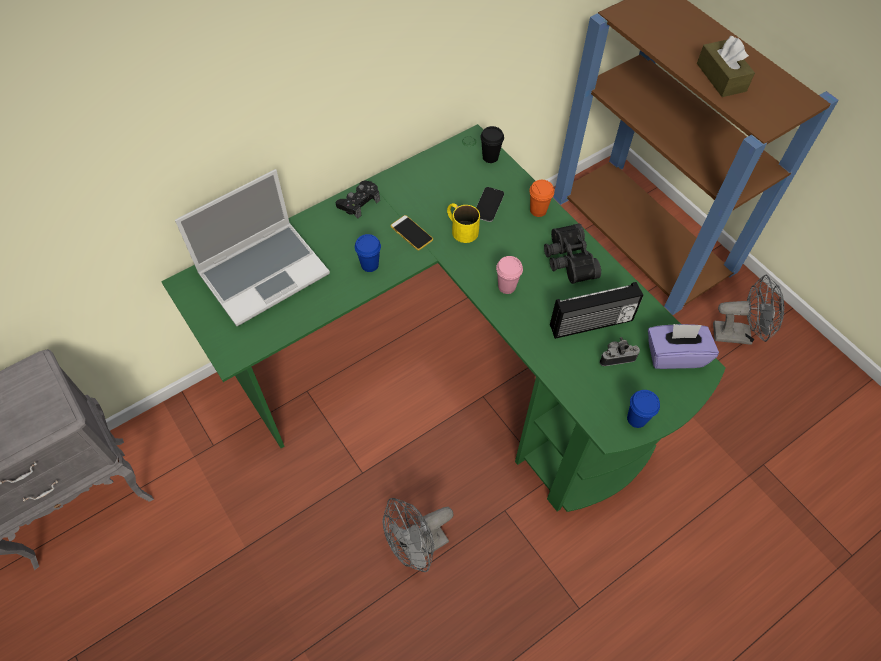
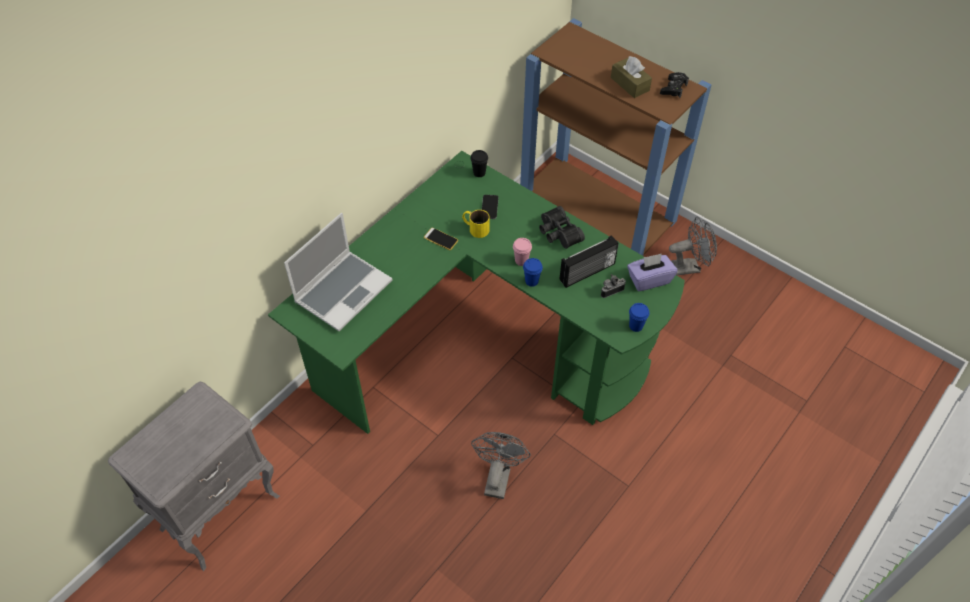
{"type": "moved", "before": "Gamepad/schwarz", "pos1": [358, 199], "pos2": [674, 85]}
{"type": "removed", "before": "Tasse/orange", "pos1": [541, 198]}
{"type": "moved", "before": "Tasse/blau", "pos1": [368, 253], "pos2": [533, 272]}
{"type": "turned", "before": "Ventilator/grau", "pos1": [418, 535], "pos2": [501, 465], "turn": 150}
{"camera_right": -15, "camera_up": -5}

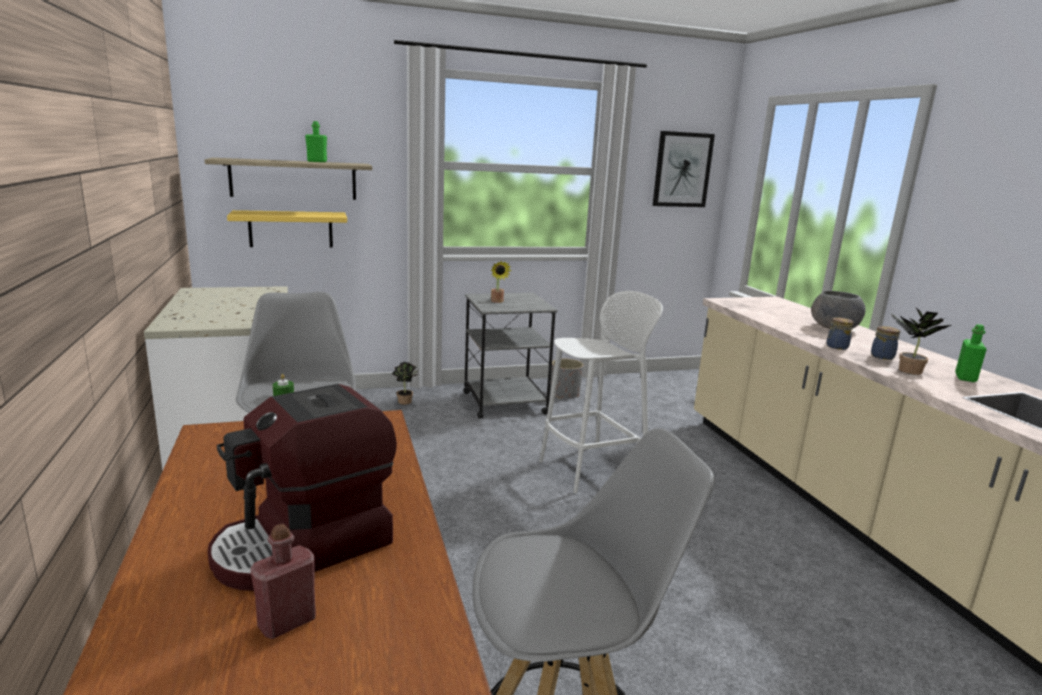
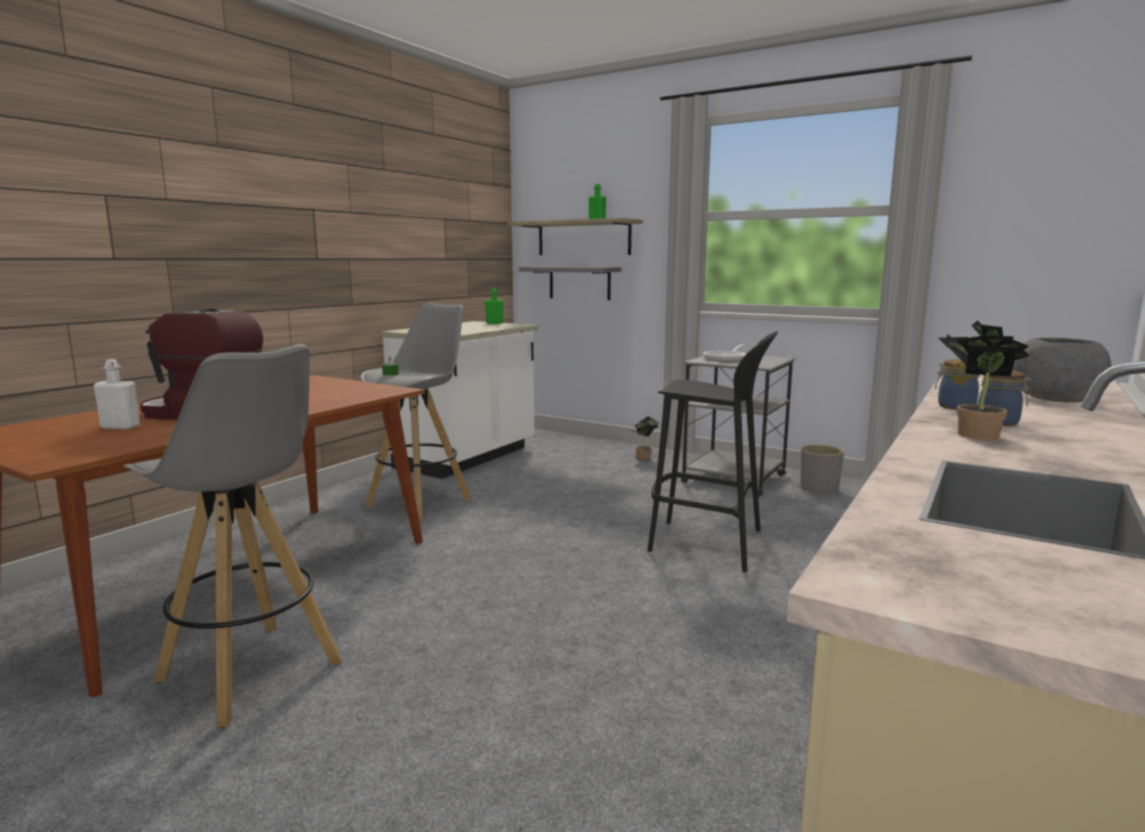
{"type": "removed", "before": "Bild", "pos1": [683, 169]}
{"type": "recoloured", "before": "Wandregal/gelb", "after": "Wandregal/grau", "pos1": [287, 228], "pos2": [570, 283]}
{"type": "replaced", "before": "Topfpflanze", "after": "Pfanne", "pos1": [501, 281], "pos2": [724, 353]}
{"type": "recoloured", "before": "Hocker/weiß", "after": "Hocker/schwarz", "pos1": [601, 392], "pos2": [712, 451]}
{"type": "moved", "before": "Flasche/grün", "pos1": [971, 353], "pos2": [494, 306]}
{"type": "recoloured", "before": "Flasche/rot", "after": "Flasche/weiß", "pos1": [283, 581], "pos2": [117, 394]}
{"camera_right": 50, "camera_up": -5}

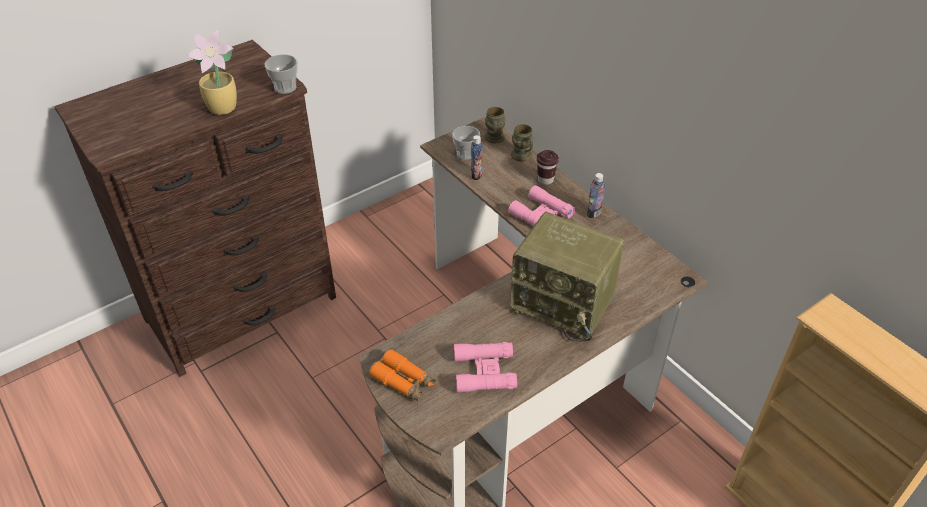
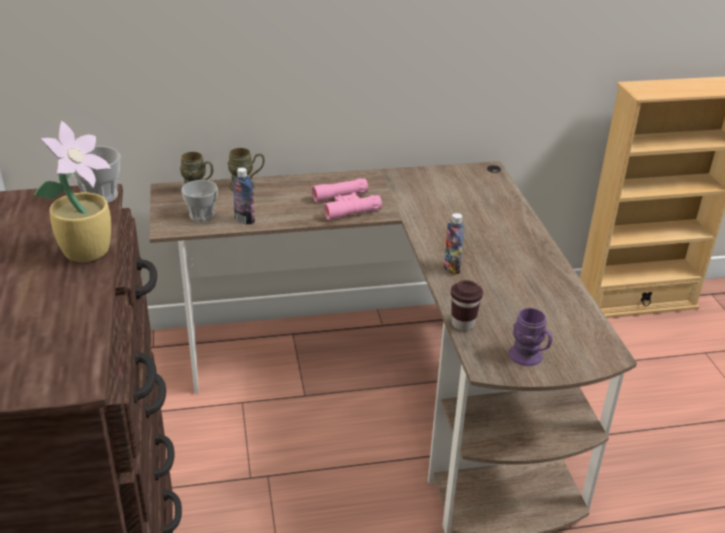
{"type": "moved", "before": "Tasse/braun", "pos1": [548, 167], "pos2": [467, 305]}
{"type": "moved", "before": "Flasche", "pos1": [596, 195], "pos2": [454, 244]}
{"type": "removed", "before": "Radio", "pos1": [567, 277]}
{"type": "removed", "before": "Fernglas/rosa", "pos1": [485, 367]}
{"type": "replaced", "before": "Fernglas/orange", "after": "Henkelbecher/lila", "pos1": [402, 375], "pos2": [530, 337]}
{"camera_right": -65, "camera_up": -10}

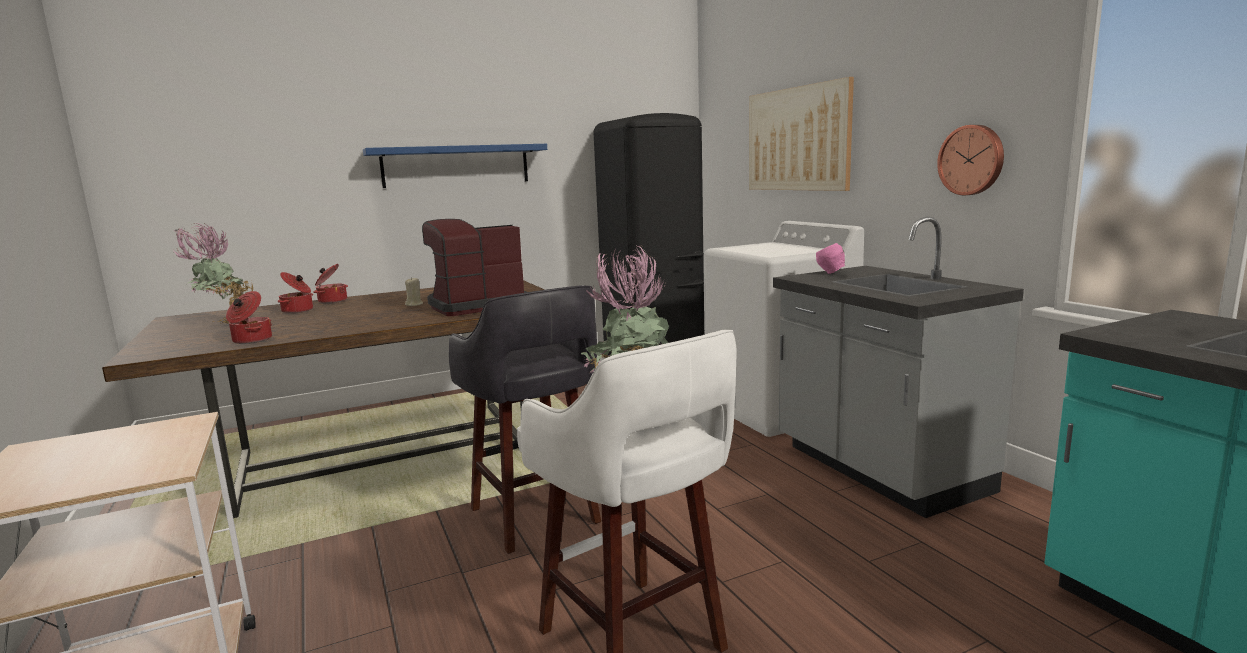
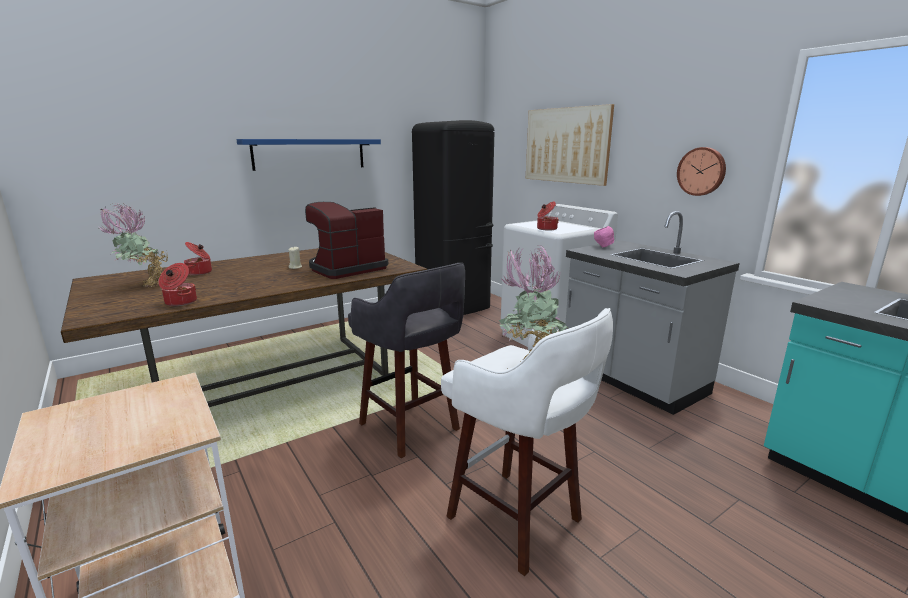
{"type": "moved", "before": "Kochtopf", "pos1": [330, 283], "pos2": [548, 216]}
{"camera_right": -10, "camera_up": 5}

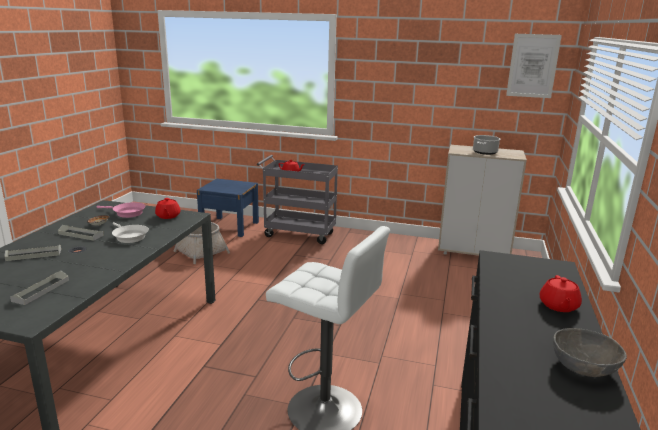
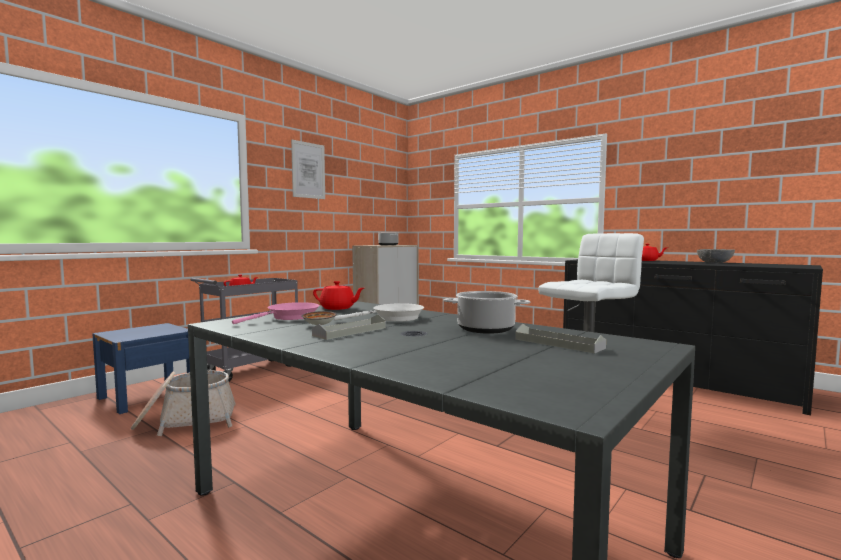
{"type": "moved", "before": "Bild", "pos1": [534, 66], "pos2": [308, 169]}
{"type": "removed", "before": "Tablett/grau", "pos1": [32, 253]}
{"type": "added", "after": "Kochtopf", "pos2": [487, 312]}
{"camera_right": -65, "camera_up": -15}

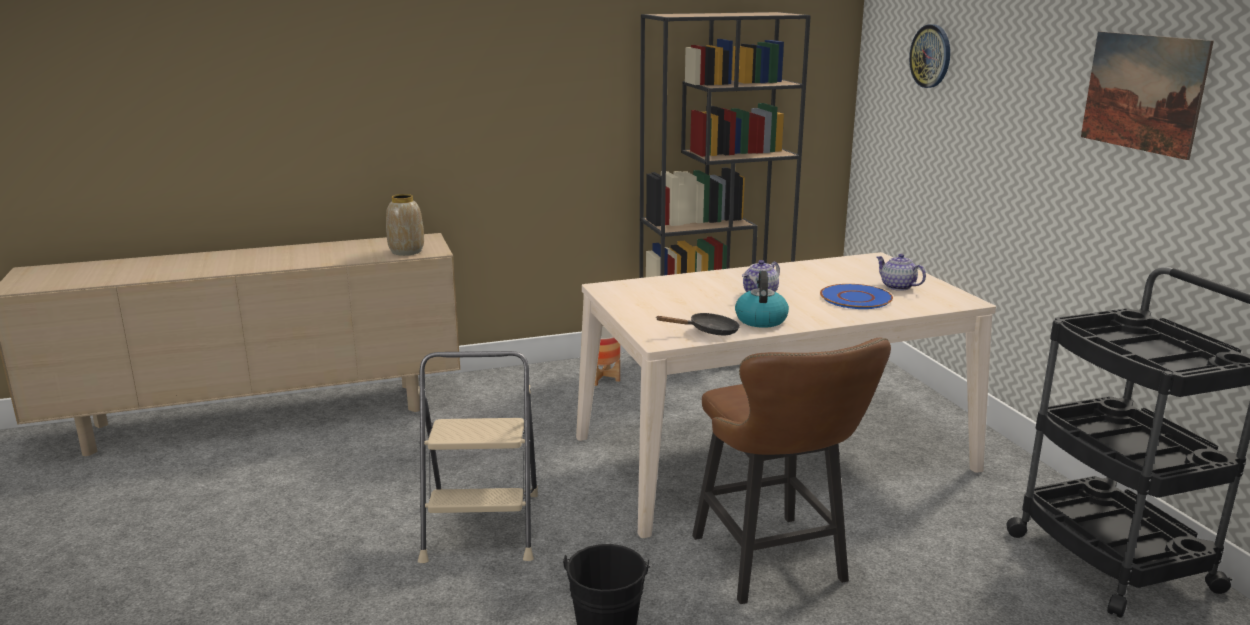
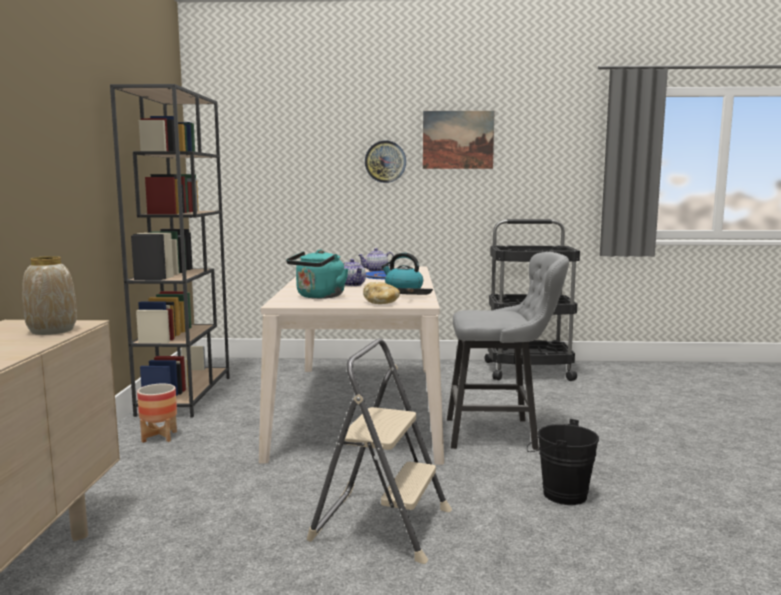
{"type": "moved", "before": "Wanduhr", "pos1": [929, 56], "pos2": [385, 162]}
{"type": "recoloured", "before": "Hocker/braun", "after": "Hocker/grau", "pos1": [791, 471], "pos2": [508, 351]}
{"type": "added", "after": "Wasserkessel/türkis", "pos2": [317, 274]}
{"type": "added", "after": "Brot", "pos2": [381, 293]}
{"camera_right": -70, "camera_up": -10}

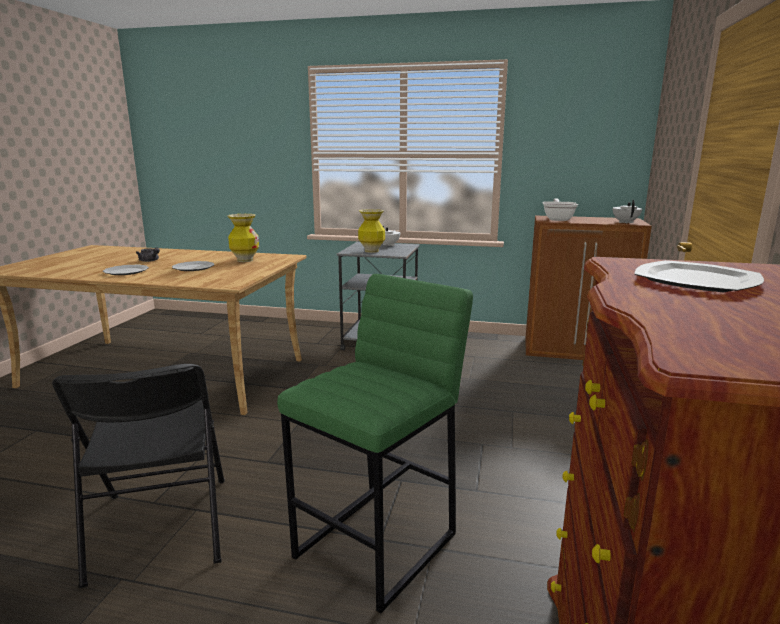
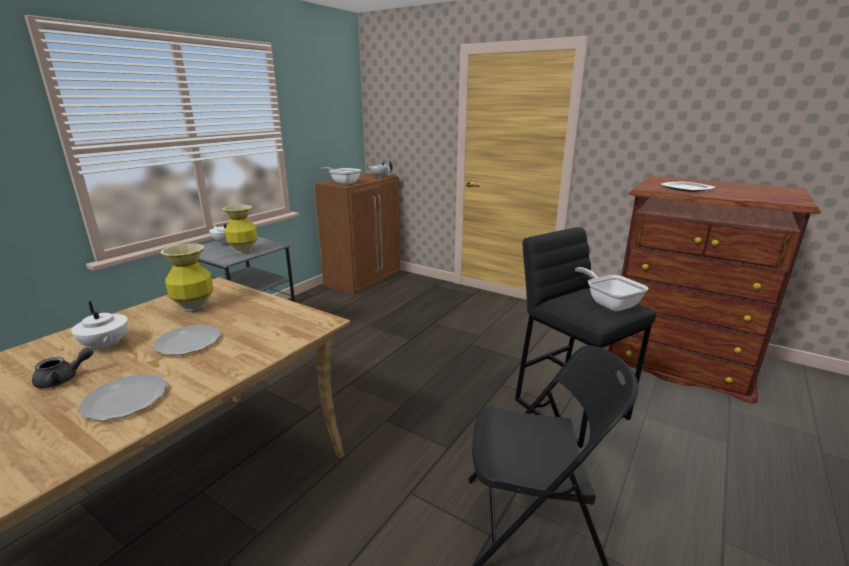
{"type": "recoloured", "before": "Hocker/grün", "after": "Hocker/schwarz", "pos1": [375, 443], "pos2": [585, 337]}
{"type": "added", "after": "Pfanne", "pos2": [611, 289]}
{"type": "added", "after": "Teekanne/weiß", "pos2": [99, 326]}
{"camera_right": -70, "camera_up": 5}

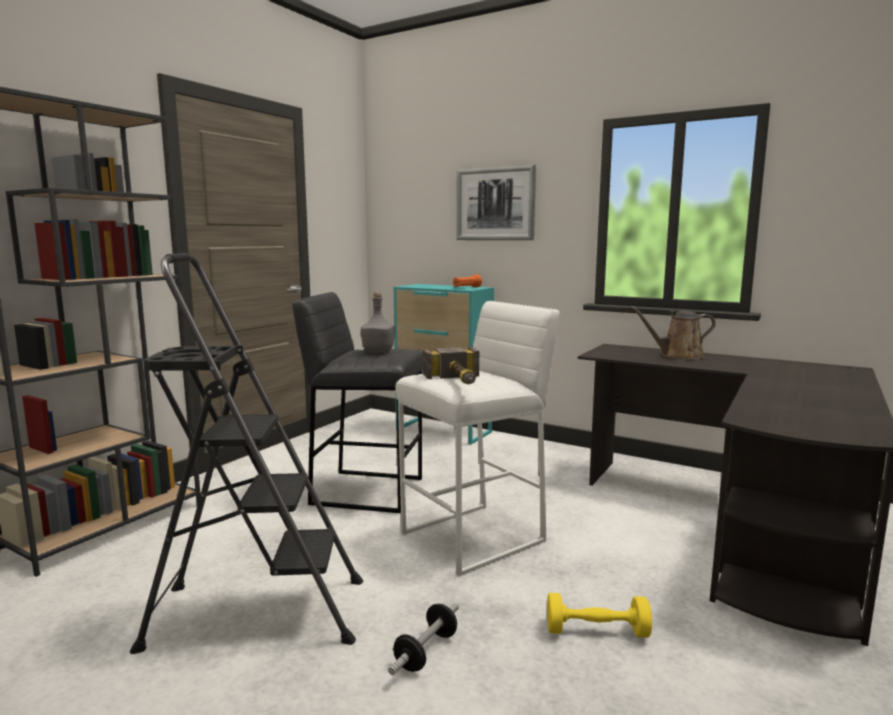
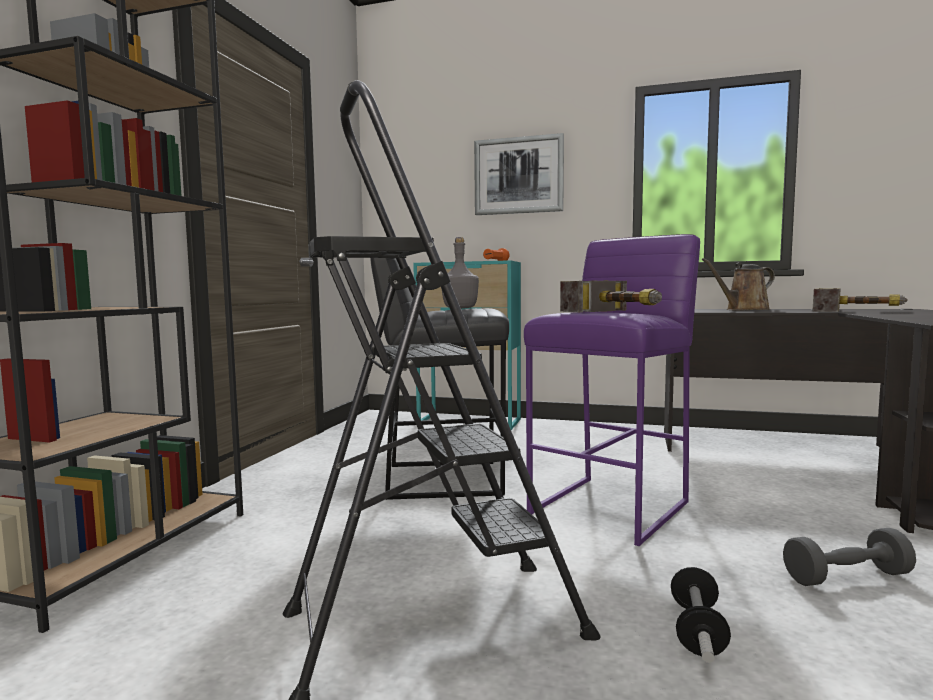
{"type": "recoloured", "before": "Hocker/weiß", "after": "Hocker/lila", "pos1": [477, 438], "pos2": [612, 390]}
{"type": "recoloured", "before": "Hantel/gelb", "after": "Hantel/grau", "pos1": [599, 615], "pos2": [849, 557]}
{"type": "added", "after": "Hammer", "pos2": [860, 300]}
{"camera_right": -15, "camera_up": -5}

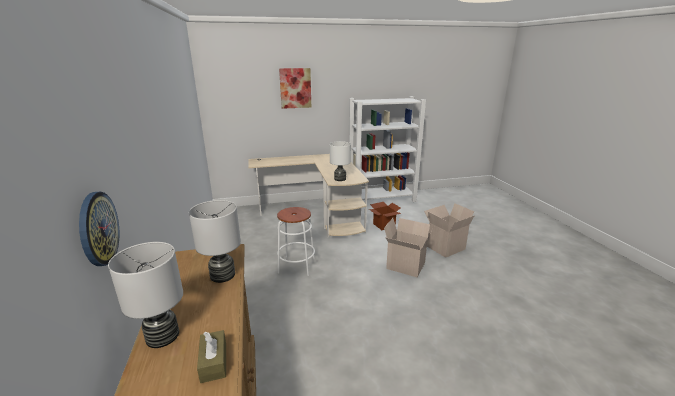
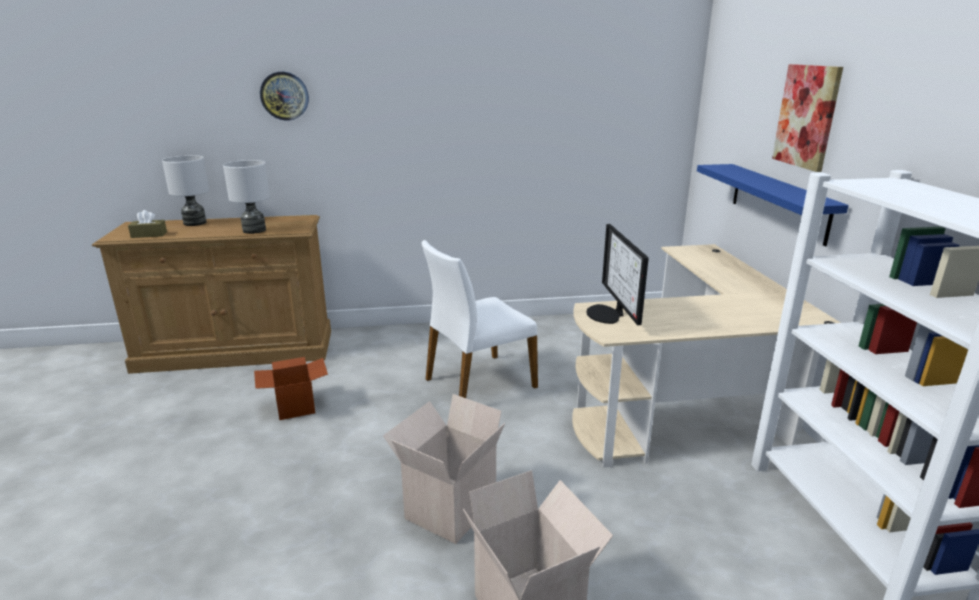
{"type": "replaced", "before": "Tischlampe/weiß", "after": "Monitor", "pos1": [340, 161], "pos2": [618, 274]}
{"type": "moved", "before": "Wanduhr", "pos1": [99, 229], "pos2": [284, 96]}
{"type": "moved", "before": "Karton", "pos1": [385, 216], "pos2": [291, 388]}
{"type": "replaced", "before": "Hocker/weiß", "after": "Stuhl/weiß", "pos1": [296, 241], "pos2": [480, 319]}
{"type": "added", "after": "Wandregal/blau", "pos2": [773, 205]}
{"camera_right": 95, "camera_up": 0}

